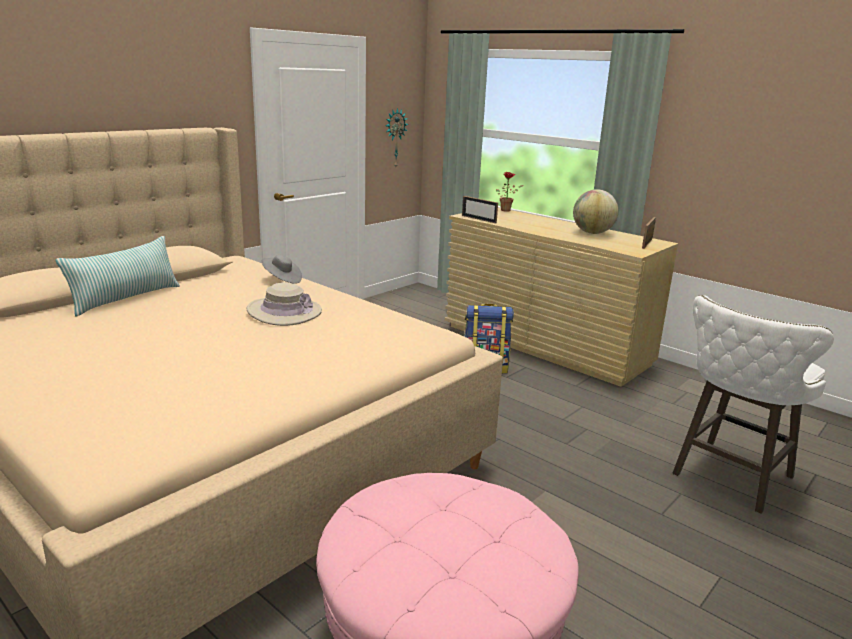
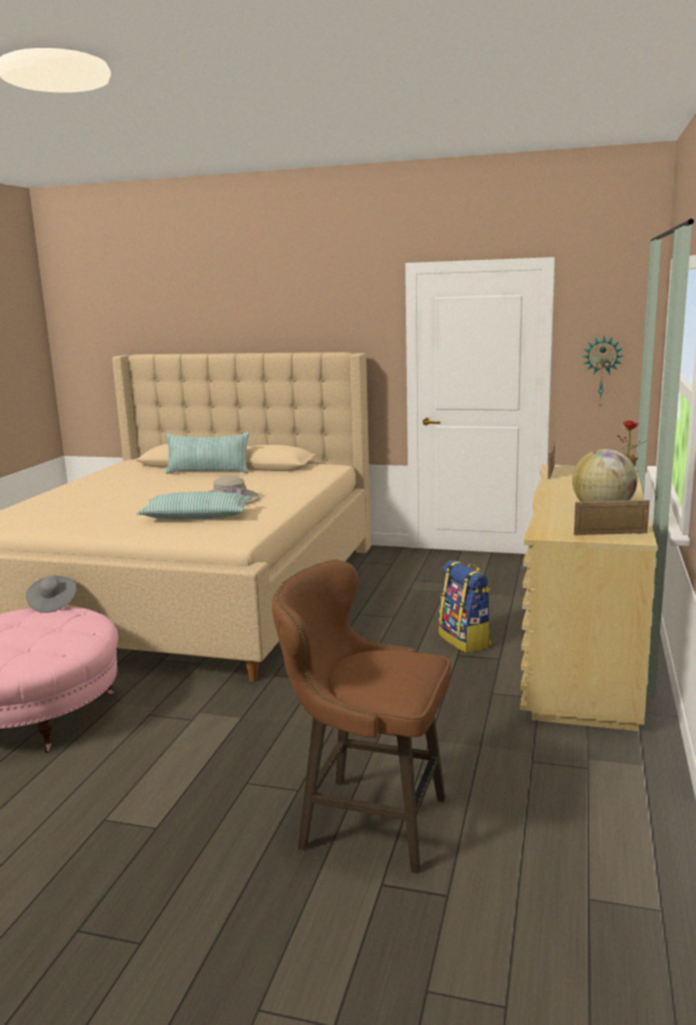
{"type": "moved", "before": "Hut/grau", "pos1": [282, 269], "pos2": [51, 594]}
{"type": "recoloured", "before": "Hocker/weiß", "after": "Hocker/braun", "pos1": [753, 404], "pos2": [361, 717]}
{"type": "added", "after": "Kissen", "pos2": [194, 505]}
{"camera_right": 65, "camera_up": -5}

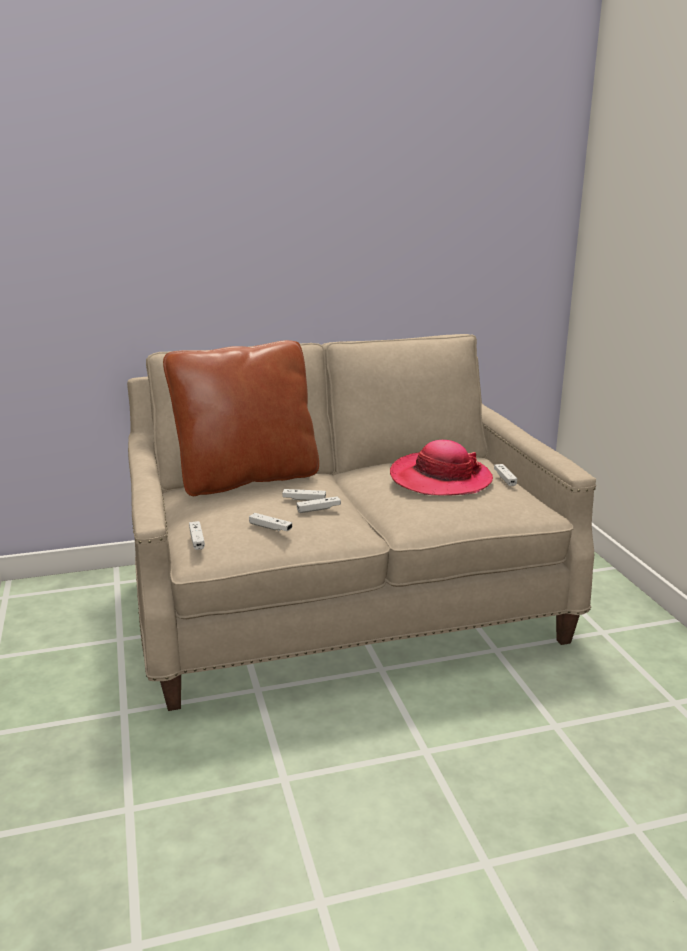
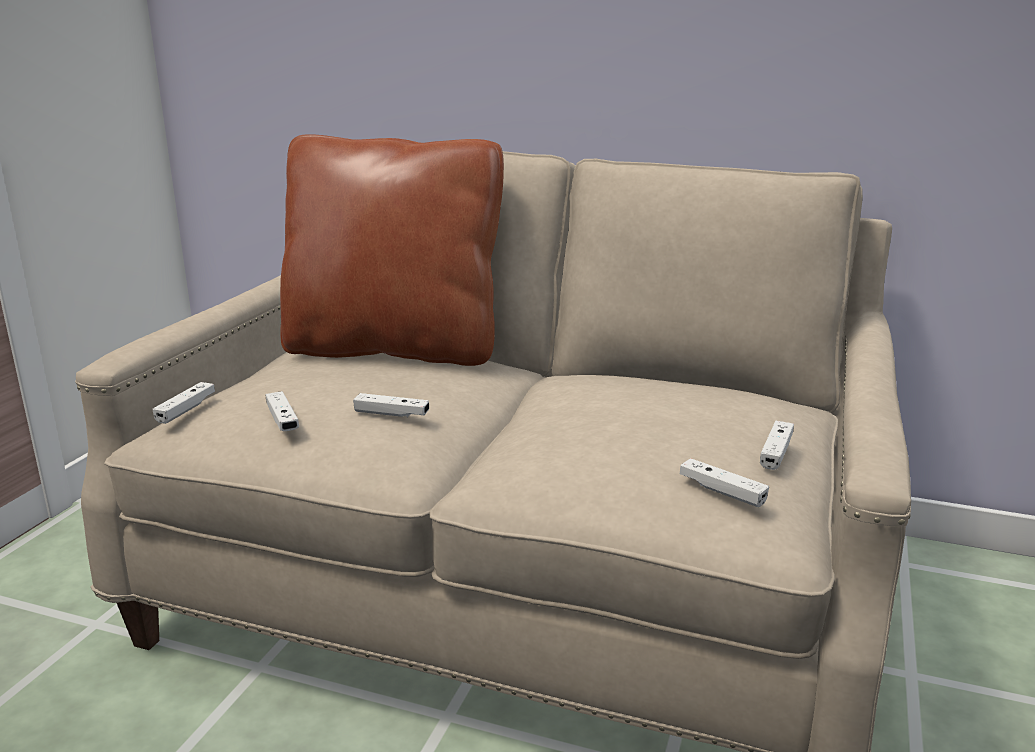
{"type": "removed", "before": "Hut", "pos1": [441, 468]}
{"type": "moved", "before": "Gamepad/weiß", "pos1": [304, 495], "pos2": [724, 482]}
{"camera_right": 35, "camera_up": 0}

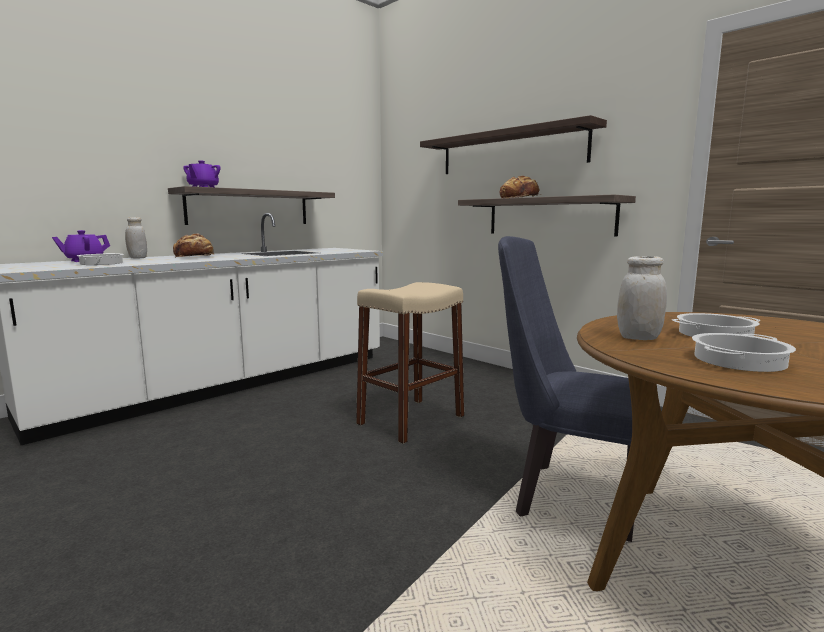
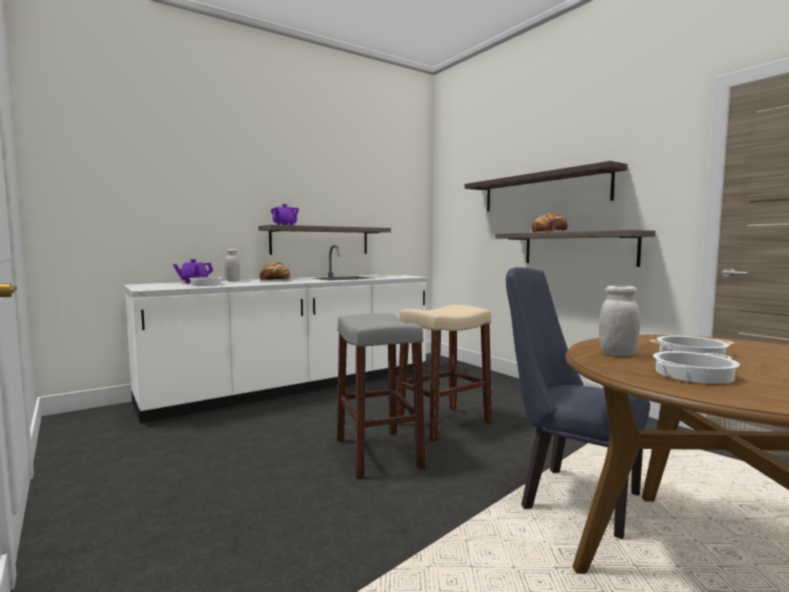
{"type": "added", "after": "Hocker/grau", "pos2": [381, 396]}
{"camera_right": 10, "camera_up": -5}

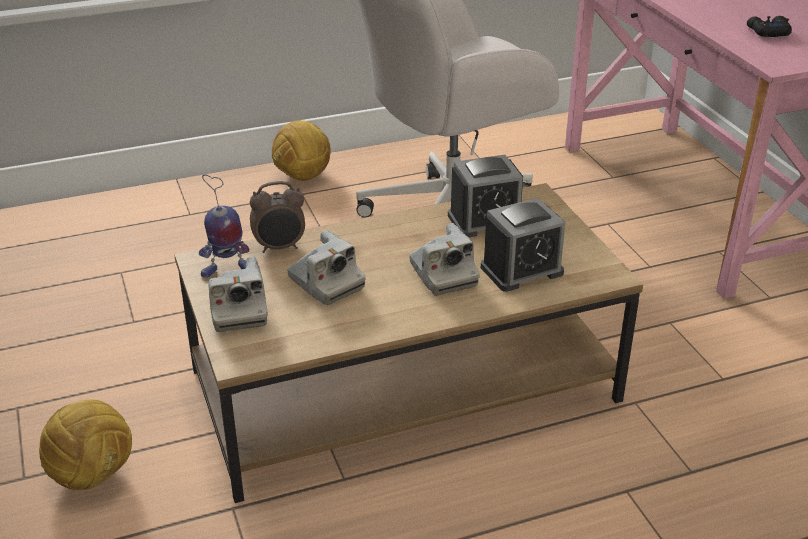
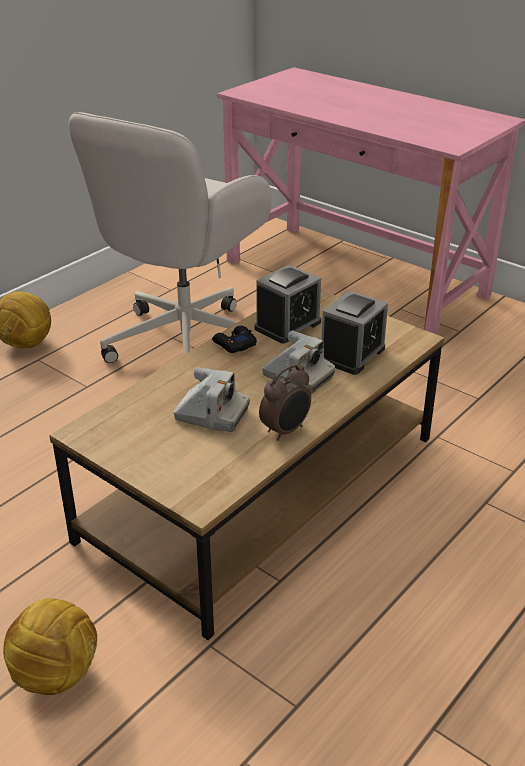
{"type": "moved", "before": "Gamepad/schwarz", "pos1": [769, 26], "pos2": [234, 339]}
{"type": "removed", "before": "Spielzeugroboter", "pos1": [224, 226]}
{"type": "moved", "before": "Wecker", "pos1": [277, 217], "pos2": [285, 402]}
{"type": "removed", "before": "Kamera", "pos1": [238, 294]}
{"camera_right": -30, "camera_up": 0}

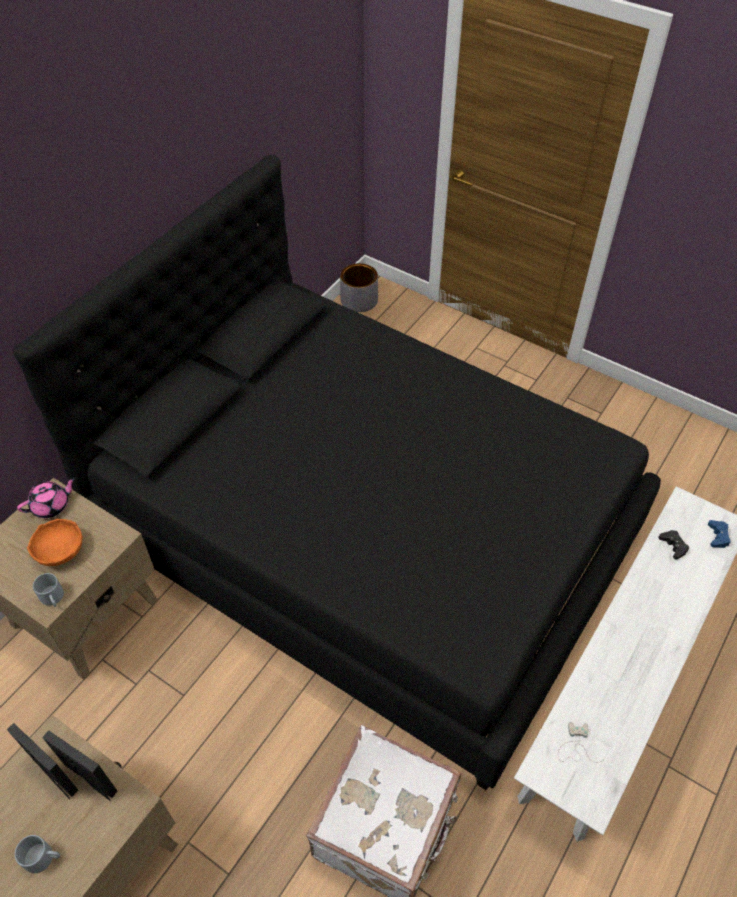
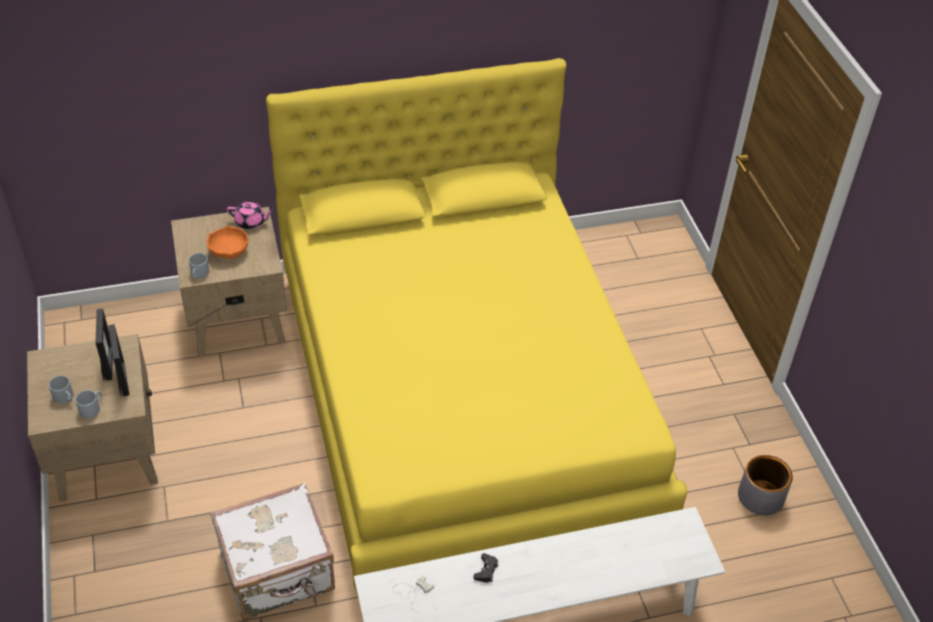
{"type": "recoloured", "before": "Bett/schwarz", "after": "Bett/gelb", "pos1": [337, 472], "pos2": [477, 327]}
{"type": "moved", "before": "Pflanzkübel/grau", "pos1": [359, 287], "pos2": [765, 485]}
{"type": "removed", "before": "Gamepad/blau", "pos1": [719, 534]}
{"type": "moved", "before": "Gamepad/schwarz", "pos1": [673, 545], "pos2": [486, 568]}
{"type": "added", "after": "Henkelbecher/grau", "pos2": [88, 404]}
{"camera_right": 40, "camera_up": -5}

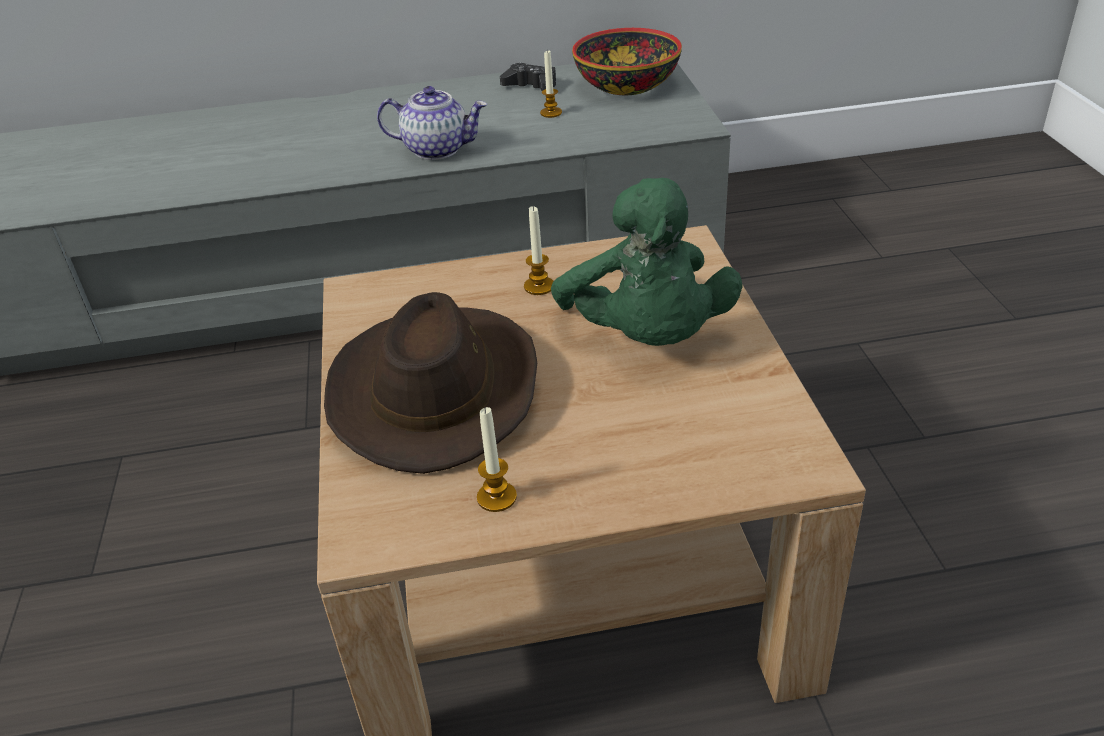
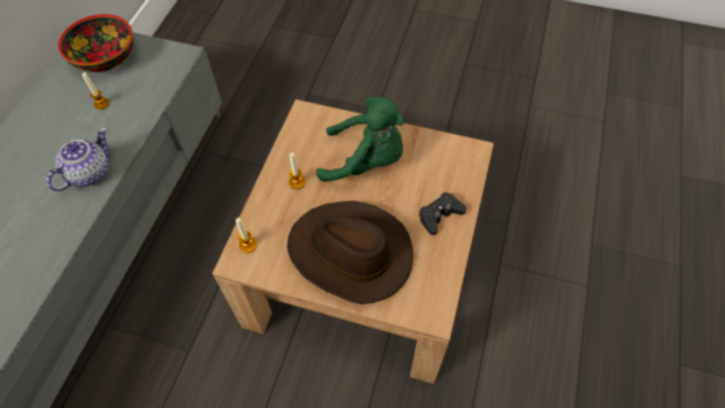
{"type": "moved", "before": "Gamepad/schwarz", "pos1": [528, 77], "pos2": [442, 213]}
{"type": "moved", "before": "Kerze", "pos1": [497, 459], "pos2": [246, 235]}
{"camera_right": -65, "camera_up": 20}

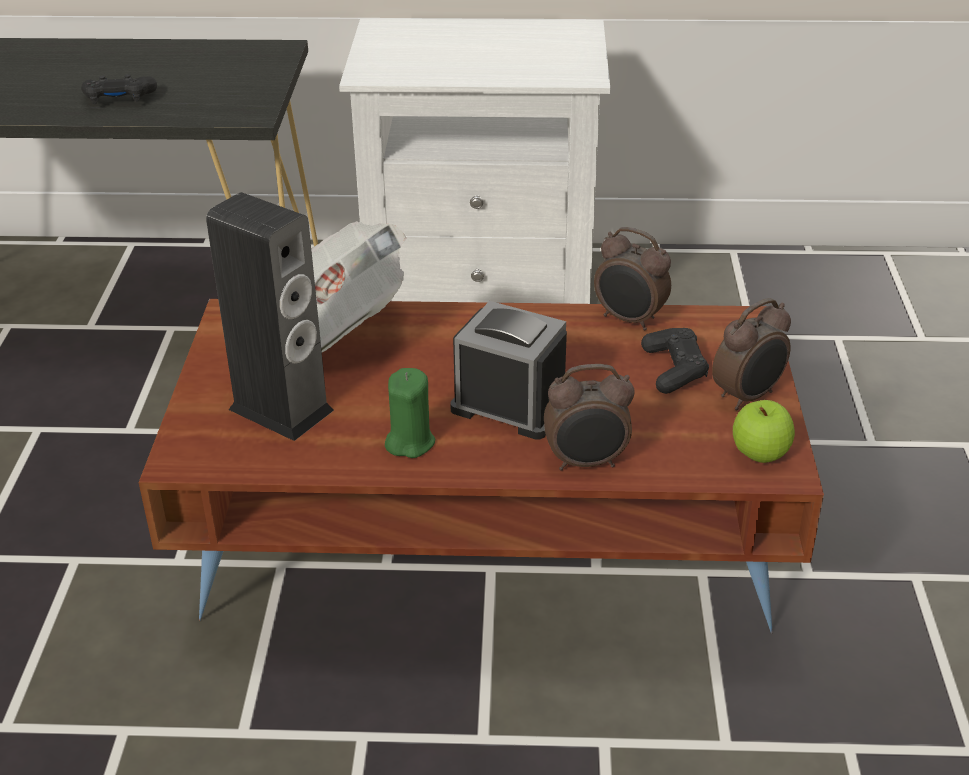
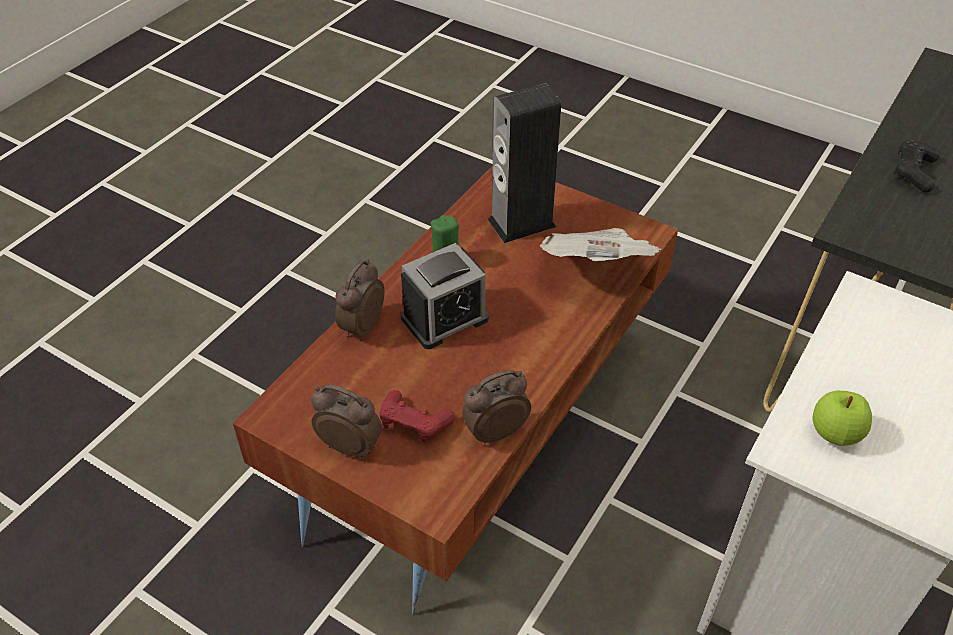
{"type": "turned", "before": "Wecker", "pos1": [751, 354], "pos2": [346, 422], "turn": 120}
{"type": "recoloured", "before": "Gamepad/schwarz", "after": "Gamepad/rot", "pos1": [675, 361], "pos2": [417, 416]}
{"type": "moved", "before": "Apfel", "pos1": [764, 431], "pos2": [842, 418]}
{"camera_right": 120, "camera_up": 10}

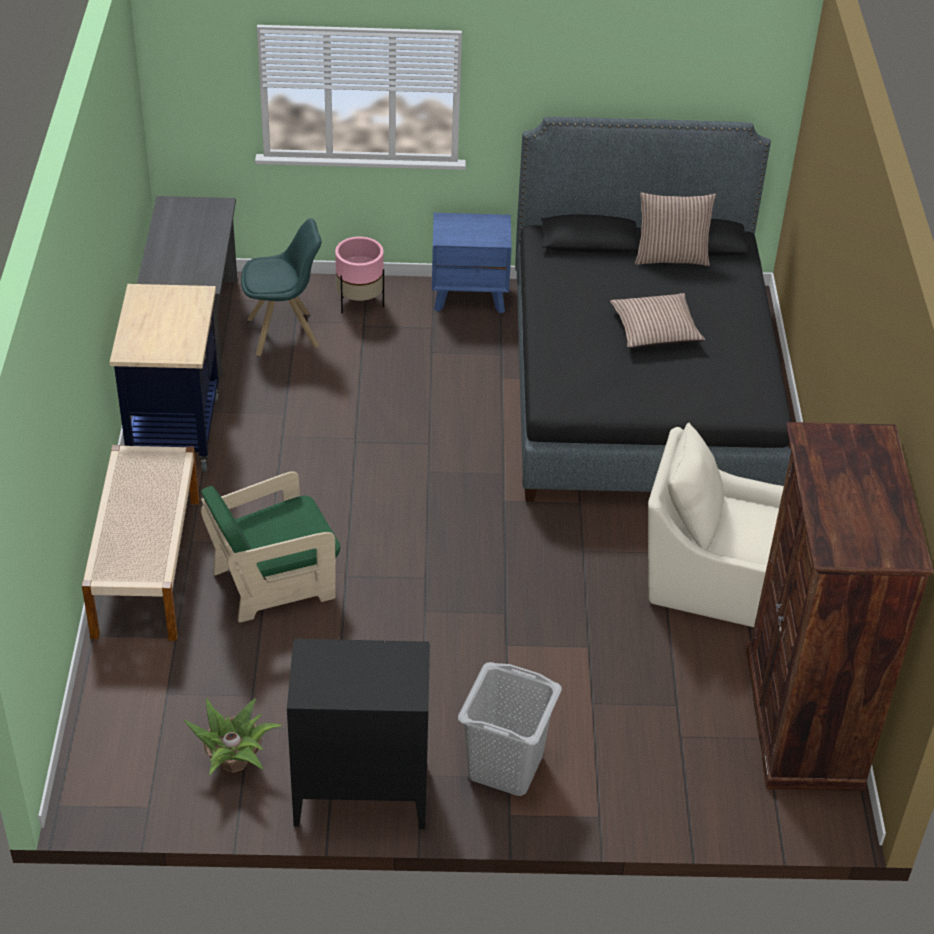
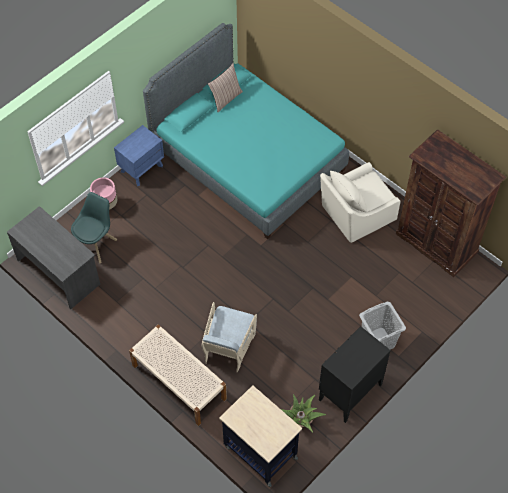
{"type": "recoloured", "before": "Bett/schwarz", "after": "Bett/türkis", "pos1": [653, 309], "pos2": [246, 131]}
{"type": "moved", "before": "Rollwagen/blau", "pos1": [164, 378], "pos2": [260, 436]}
{"type": "removed", "before": "Kissen", "pos1": [657, 320]}
{"type": "recoloured", "before": "Sessel/grün", "after": "Sessel/beige", "pos1": [270, 547], "pos2": [229, 337]}
{"camera_right": -45, "camera_up": 15}

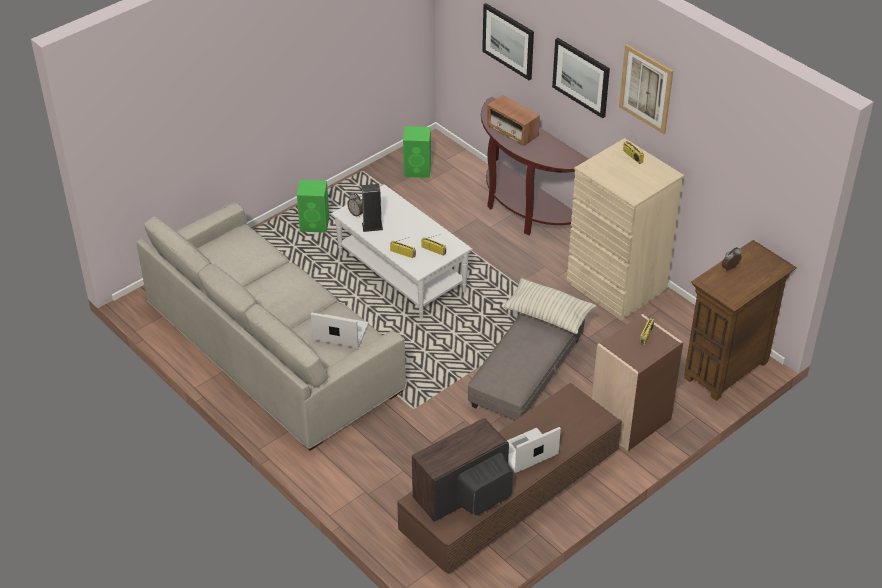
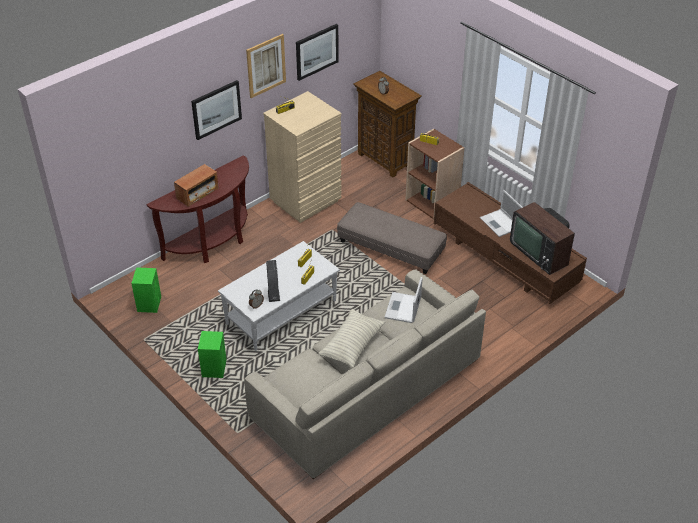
{"type": "moved", "before": "Bild", "pos1": [508, 41], "pos2": [317, 52]}
{"type": "moved", "before": "Kissen", "pos1": [549, 306], "pos2": [351, 338]}
{"camera_right": -90, "camera_up": 0}

